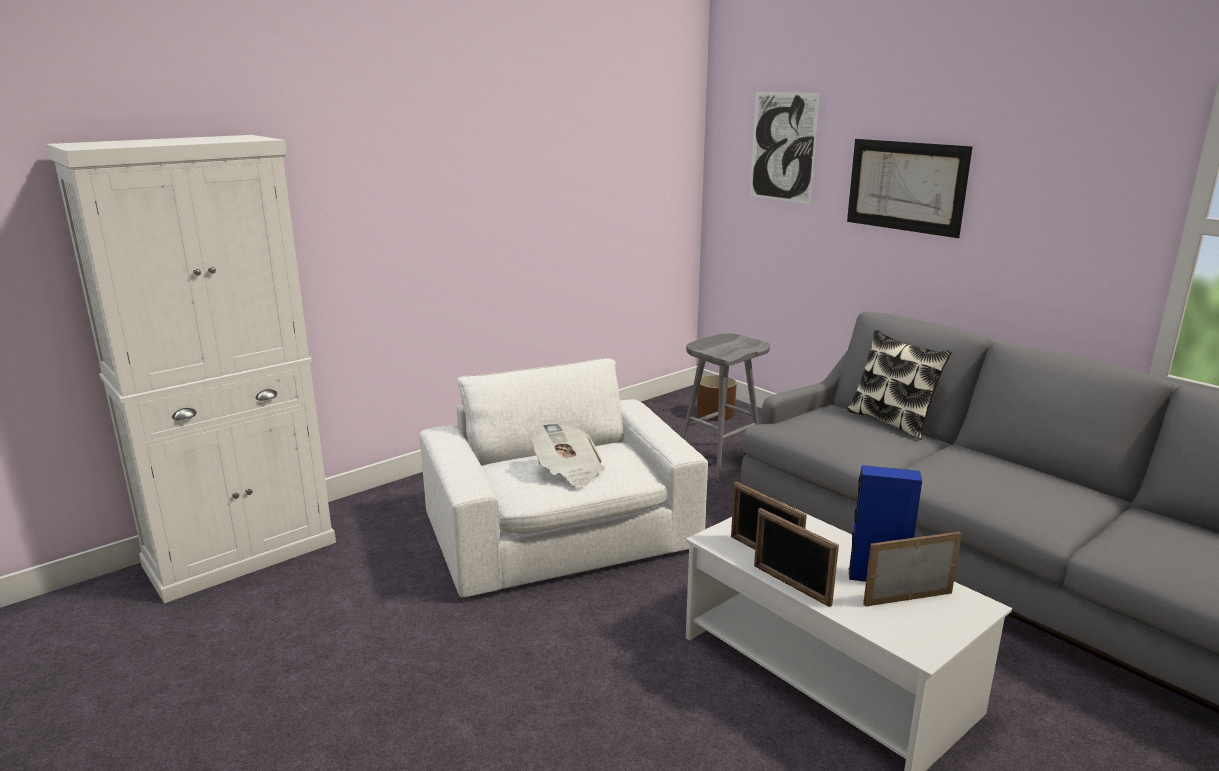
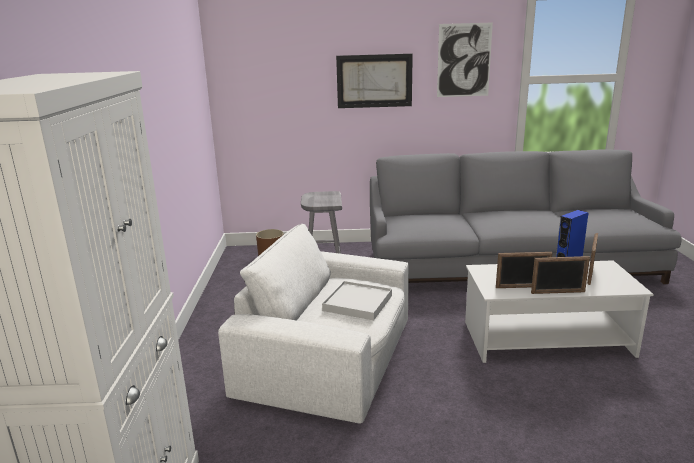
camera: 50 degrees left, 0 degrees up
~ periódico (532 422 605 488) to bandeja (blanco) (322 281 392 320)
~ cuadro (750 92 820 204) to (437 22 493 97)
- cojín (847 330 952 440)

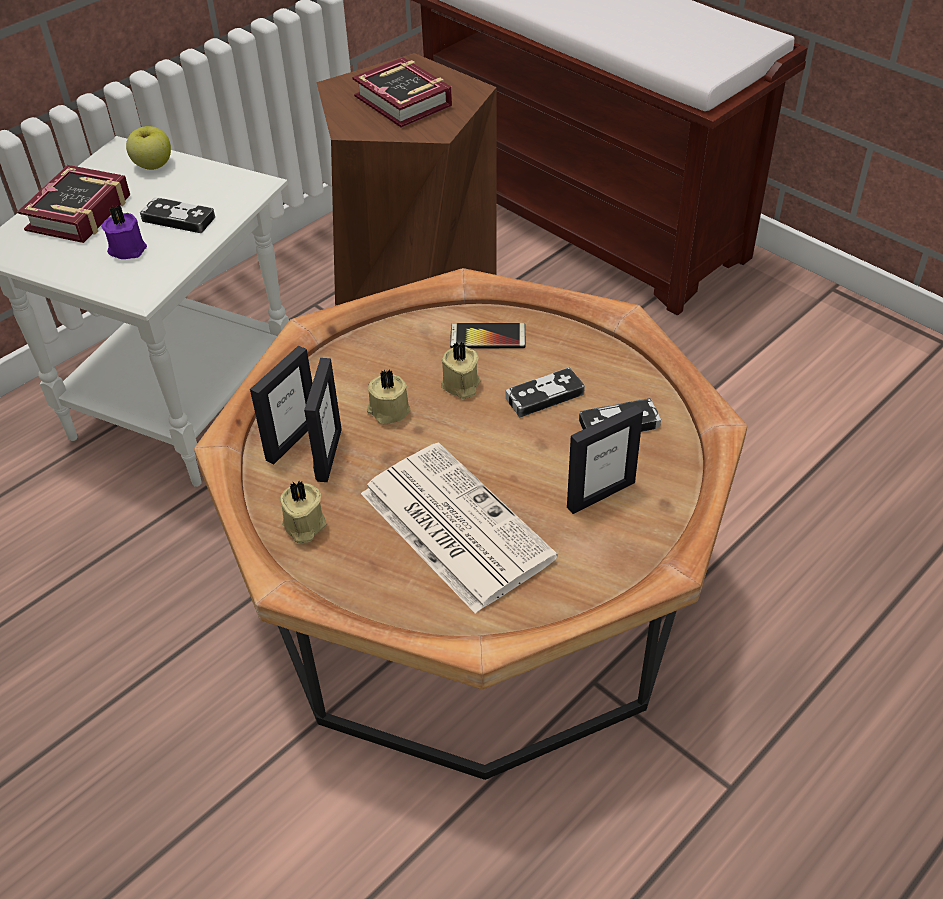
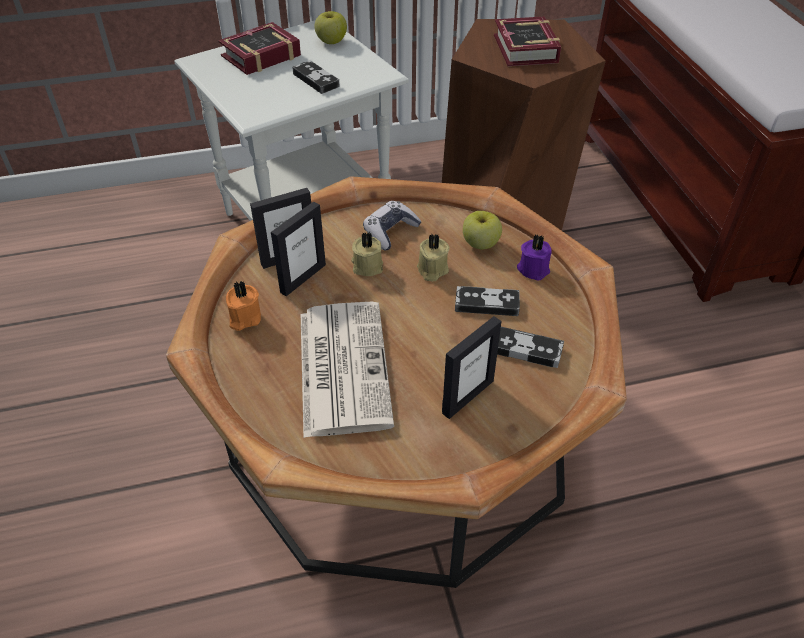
camera: 30 degrees right, 0 degrees up
~ vela (beis) (280 481 326 543) to vela (naranja) (226 281 261 331)
+ mando de consola (363 201 422 250)
~ portarretratos (567 405 643 514) = (442 316 502 419) 45 degrees counterclockwise
~ móvil (450 323 526 348) to manzana (463 211 502 249)
~ vela (morado) (101 205 147 259) to (517 234 552 281)

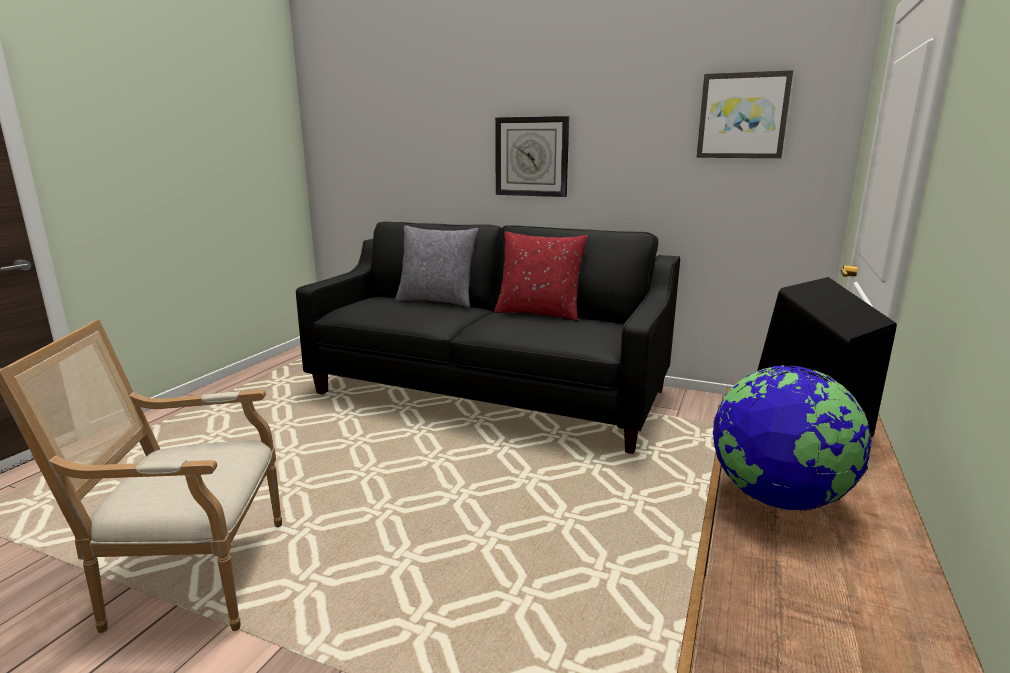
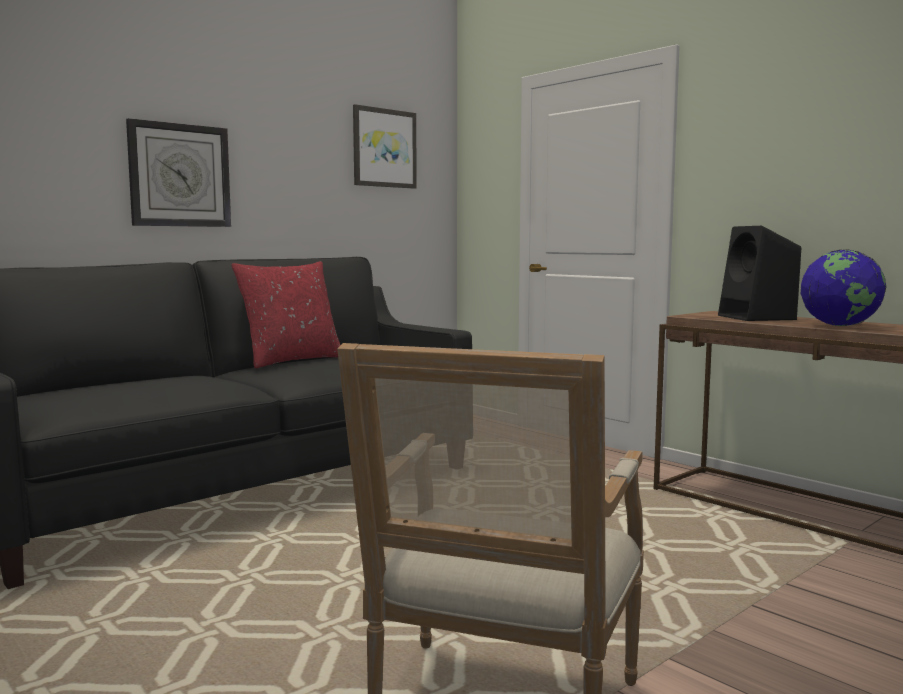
camera: 65 degrees left, 10 degrees down
- cojín (gris) (395 225 478 307)

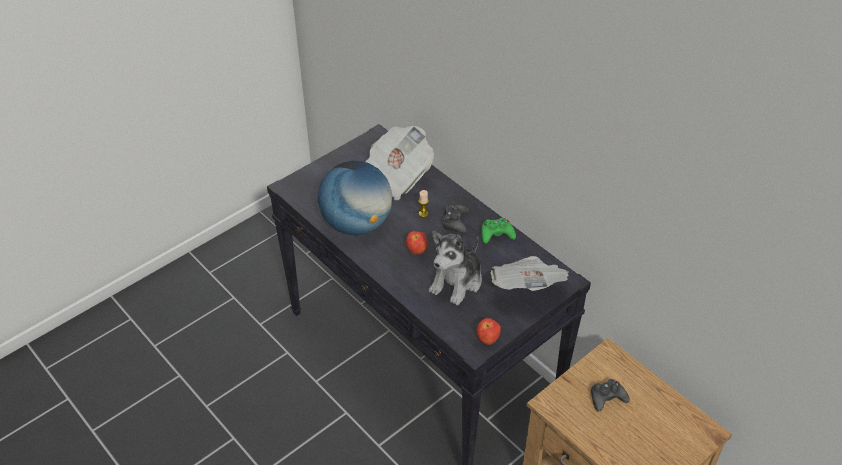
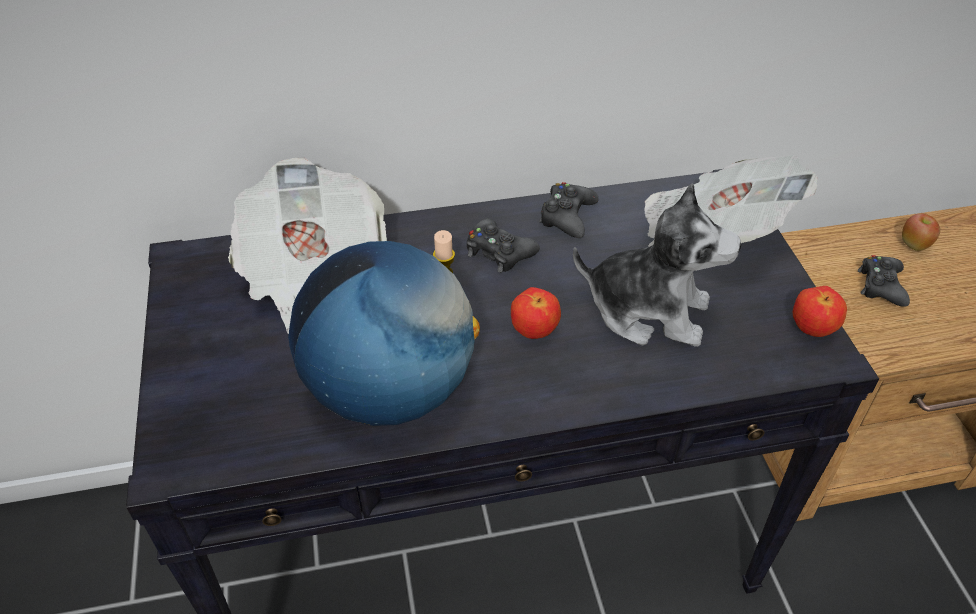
camera: 60 degrees left, 0 degrees up
~ mando de consola (verde) (481 218 516 244) to mando de consola (negro) (539 182 599 238)
~ peluche (429 231 482 305) = (573 183 741 347) 45 degrees counterclockwise
+ manzana (902 214 940 251)

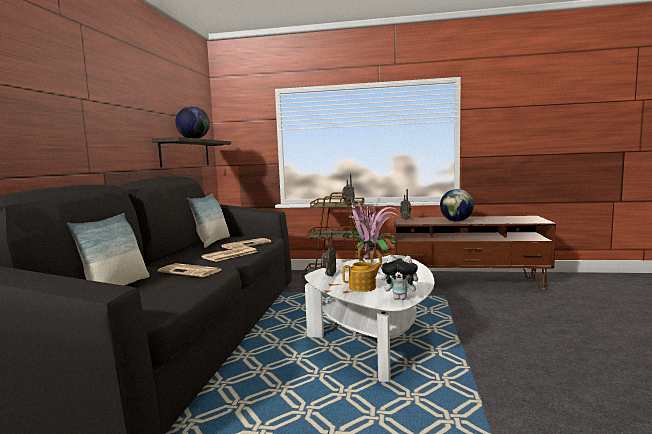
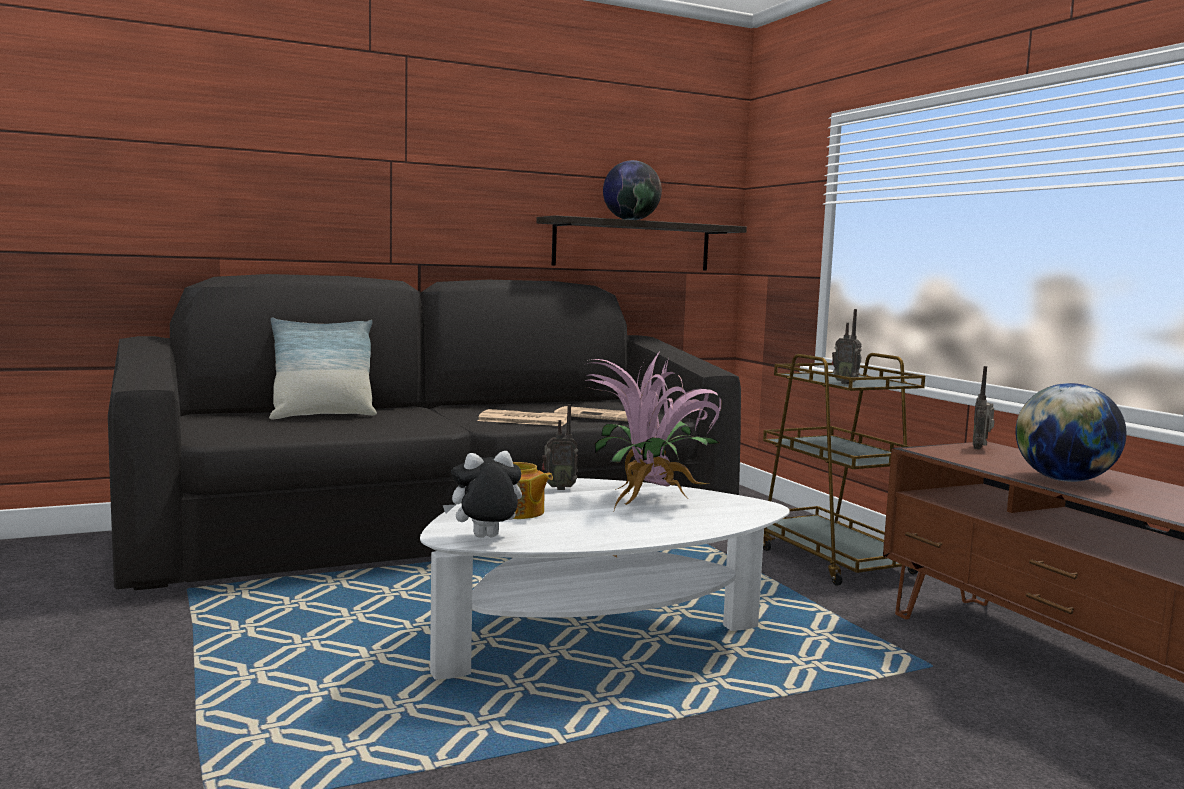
camera: 55 degrees right, 0 degrees up
~ peluche (382 255 423 300) = (443 451 522 538) 90 degrees clockwise
- periódico (158 263 221 277)
- cojín (187 194 230 248)

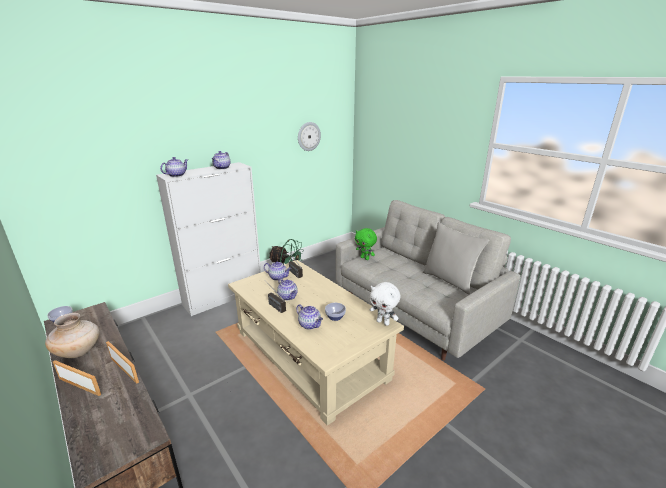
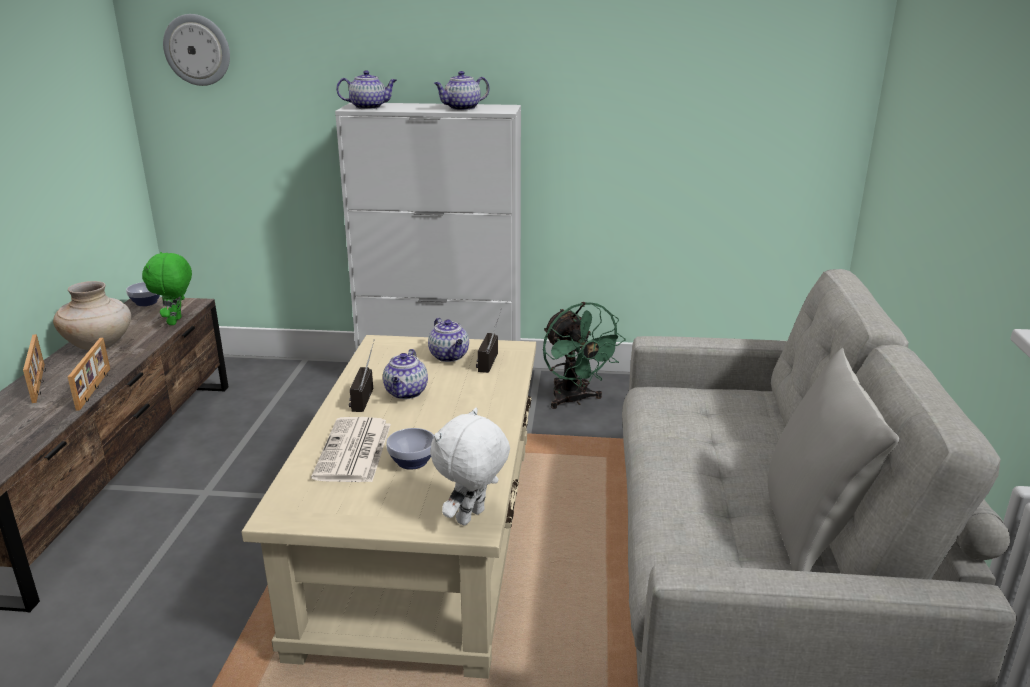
camera: 45 degrees right, 0 degrees up
~ peluche (verde) (355 228 377 260) to (142 252 192 325)
~ reloj de pared (298 122 321 151) to (163 14 230 86)
~ tetera (296 304 323 330) to periódico (311 417 391 482)
~ peluche (blanco) (370 282 400 326) = (430 408 510 526) 45 degrees clockwise

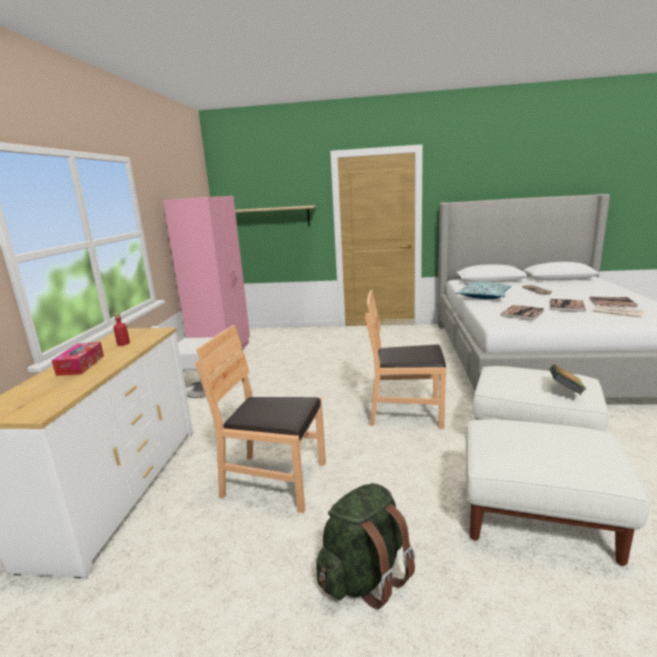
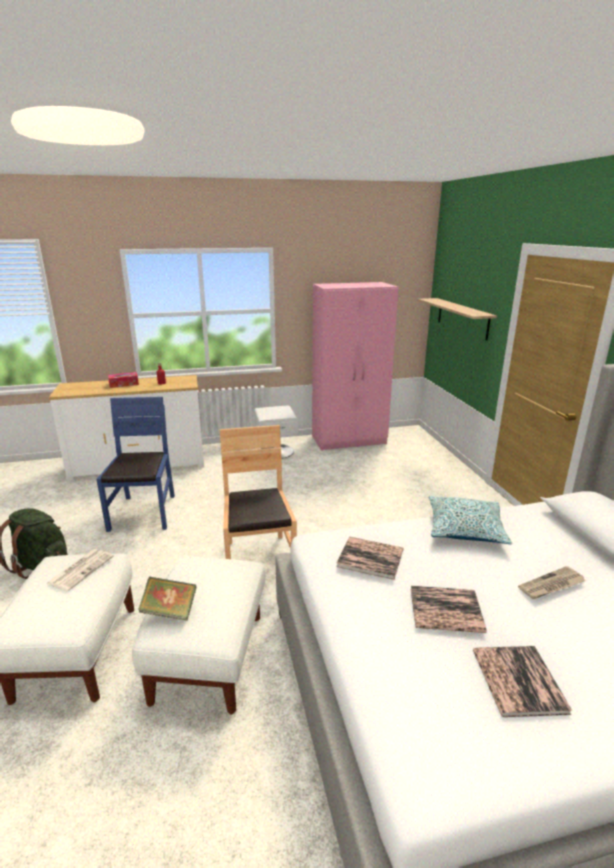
camera: 70 degrees right, 5 degrees up
~ periódico (592 305 645 318) to (46 549 114 591)
~ silla (marrón) (196 325 326 513) to silla (azul) (97 397 175 532)

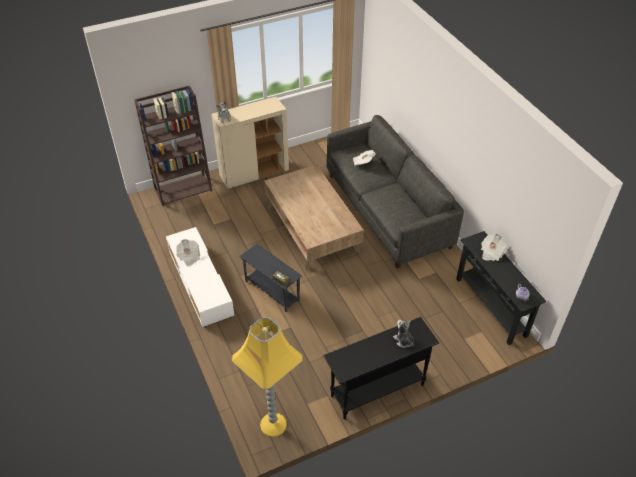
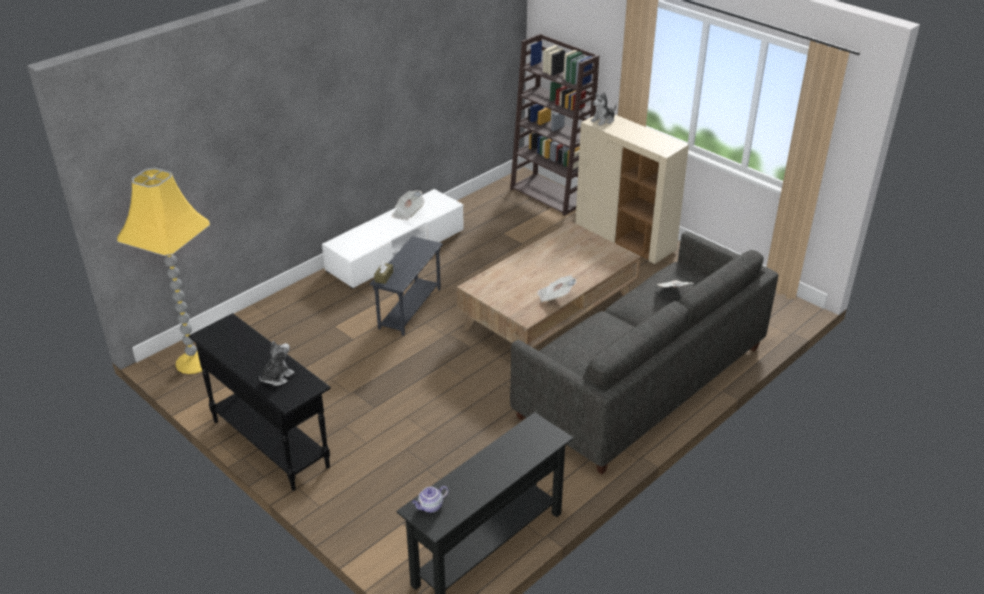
camera: 70 degrees right, 10 degrees down
~ periódico (481 234 507 261) to (537 275 577 302)

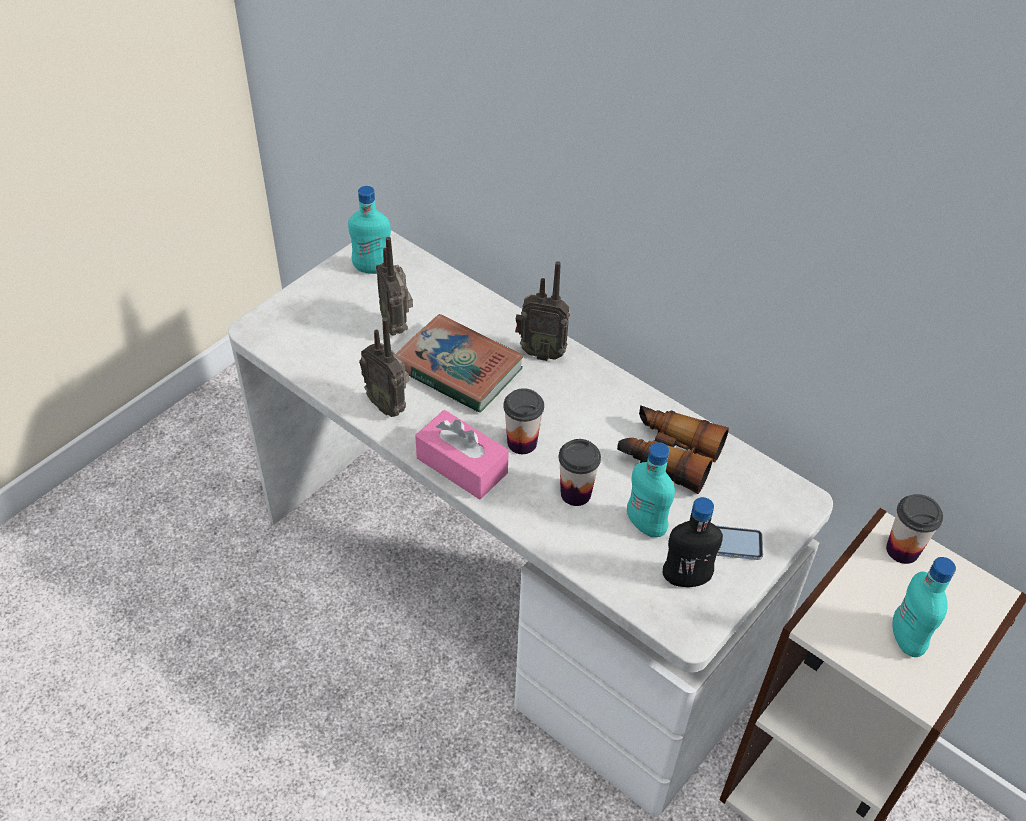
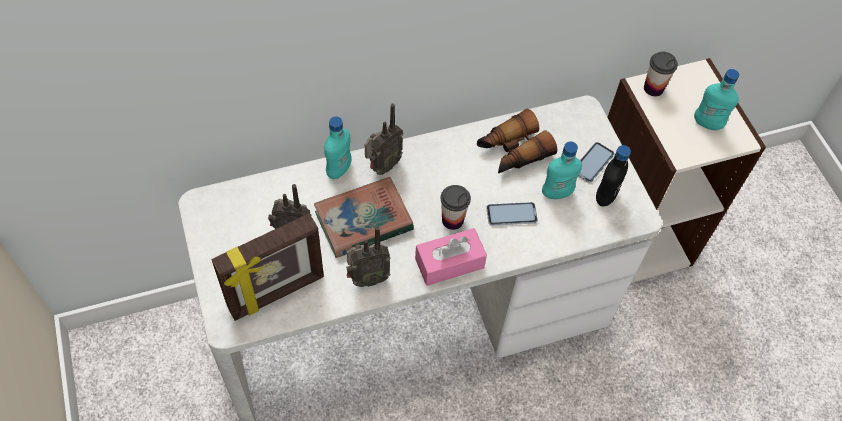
camera: 60 degrees left, 10 degrees up
+ portarretratos (211 214 324 321)
~ botella (turquesa) (348 186 391 274) to (324 116 352 179)
~ taza (558 439 601 506) to móvil (486 202 538 226)

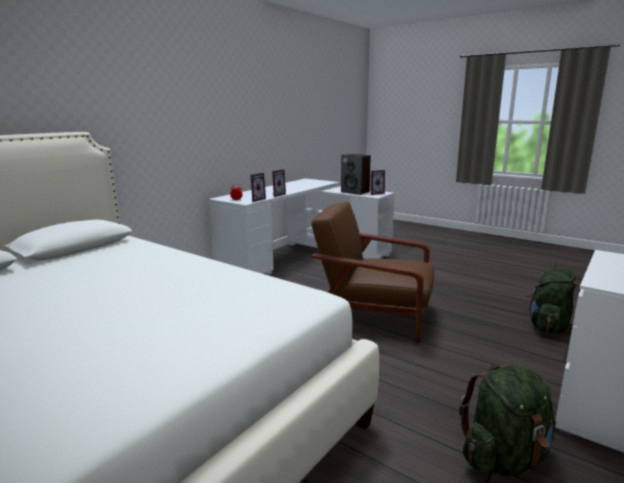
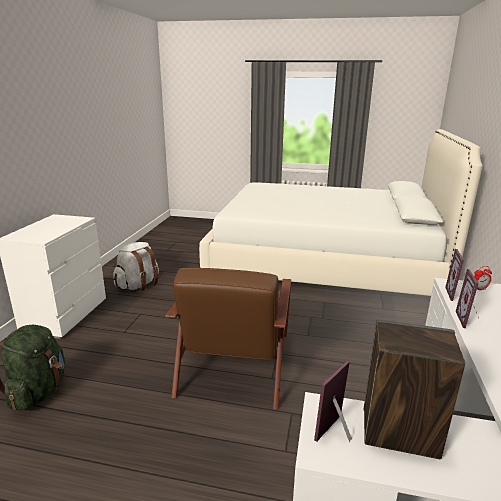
camera: 155 degrees right, 5 degrees up
~ mochila (verde) (459 365 556 476) to mochila (blanco) (113 242 159 292)
~ sillón (marrón) (311 202 434 343) = (165 268 291 410) 105 degrees clockwise

